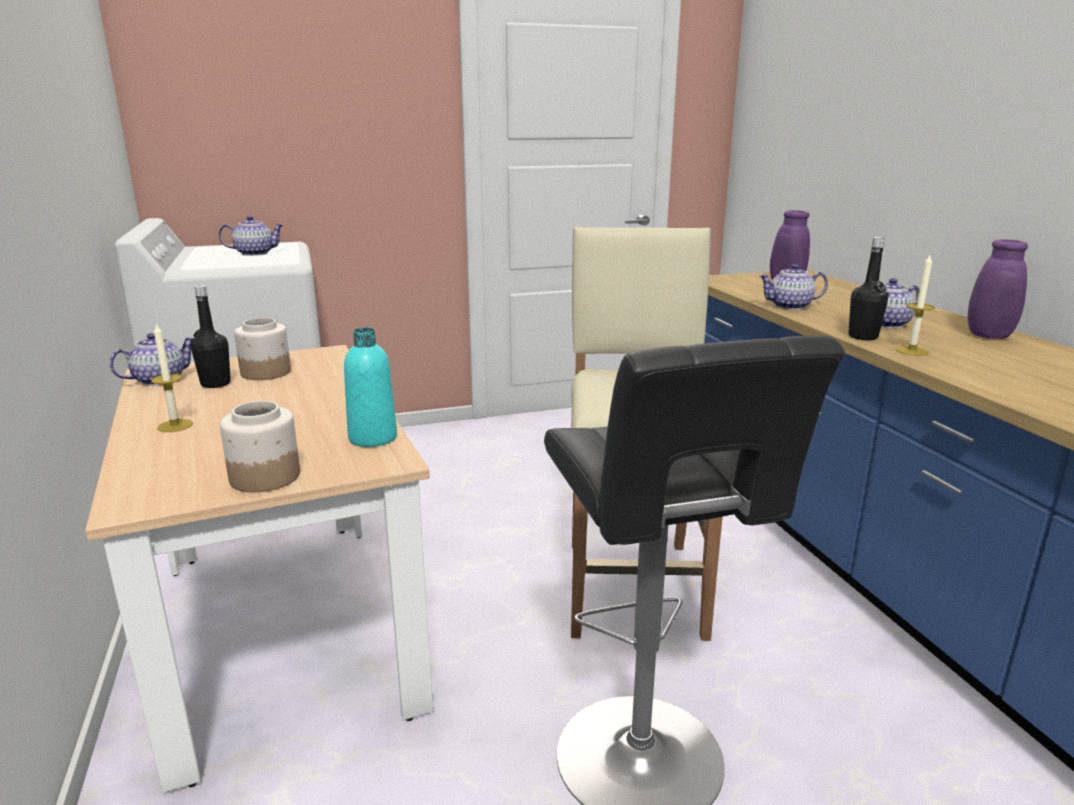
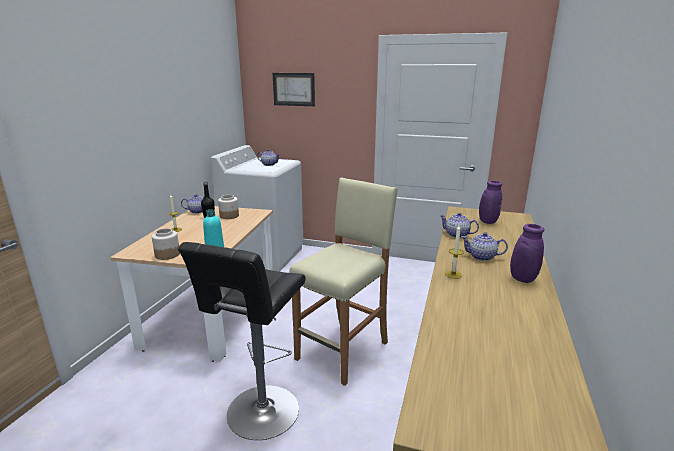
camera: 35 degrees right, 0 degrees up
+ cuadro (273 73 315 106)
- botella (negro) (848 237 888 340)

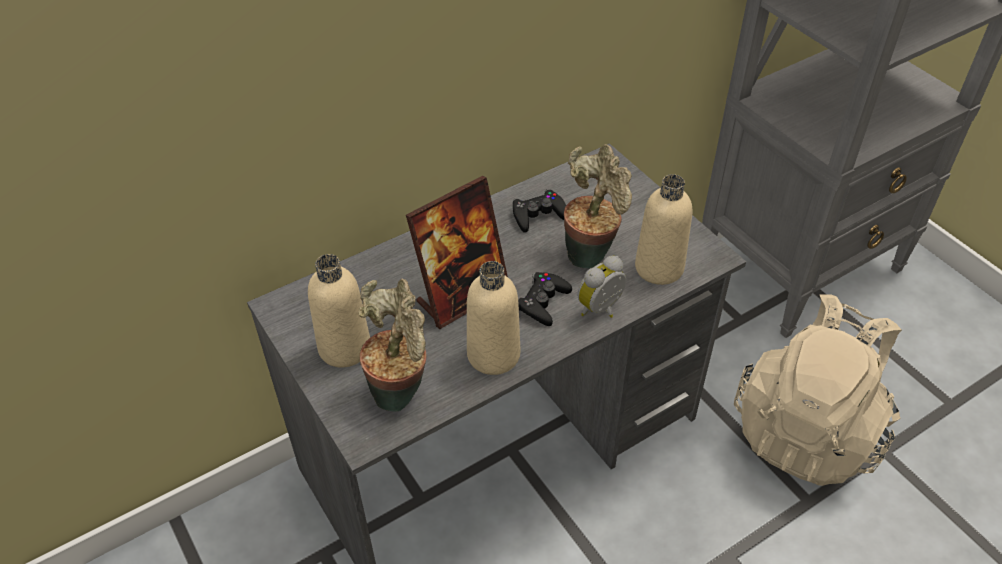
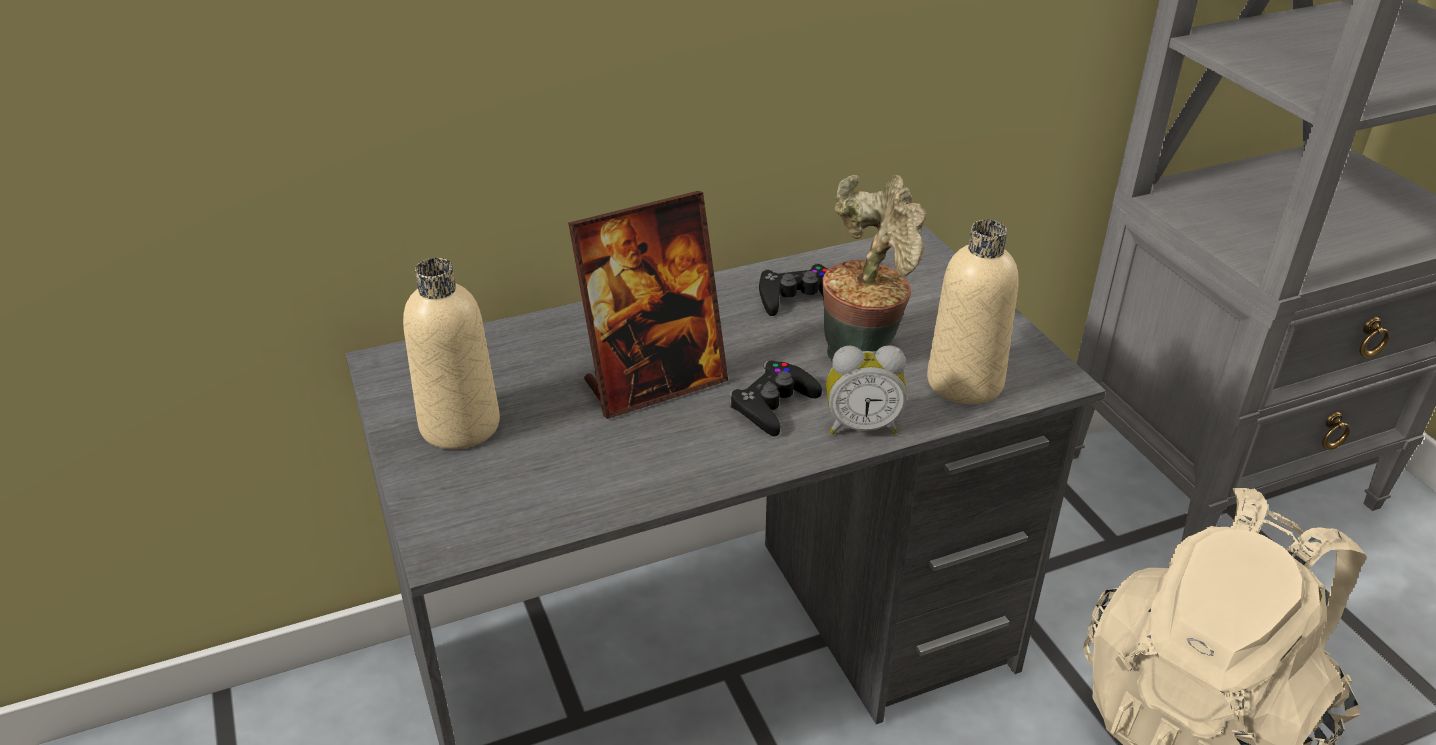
camera: 10 degrees right, 10 degrees down
~ despertador (577 256 626 318) = (826 345 907 434) 150 degrees counterclockwise
- planta en maceta (358 278 426 412)
- botella (beis) (467 261 520 375)

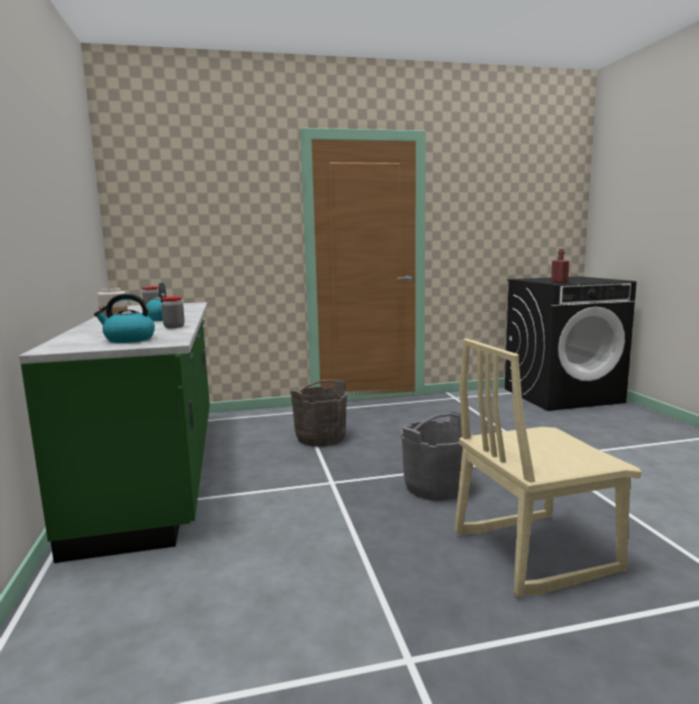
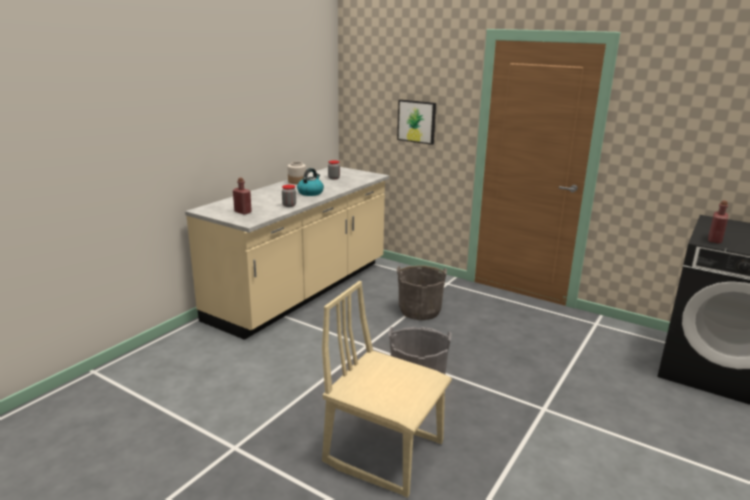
camera: 45 degrees right, 10 degrees up
~ mueble bajo de cocina (verde) (19 302 210 563) to mueble bajo de cocina (beis) (185 167 389 340)
~ hervidor (94 293 155 343) to botella (rojo) (233 178 252 215)
+ cuadro (397 99 436 145)

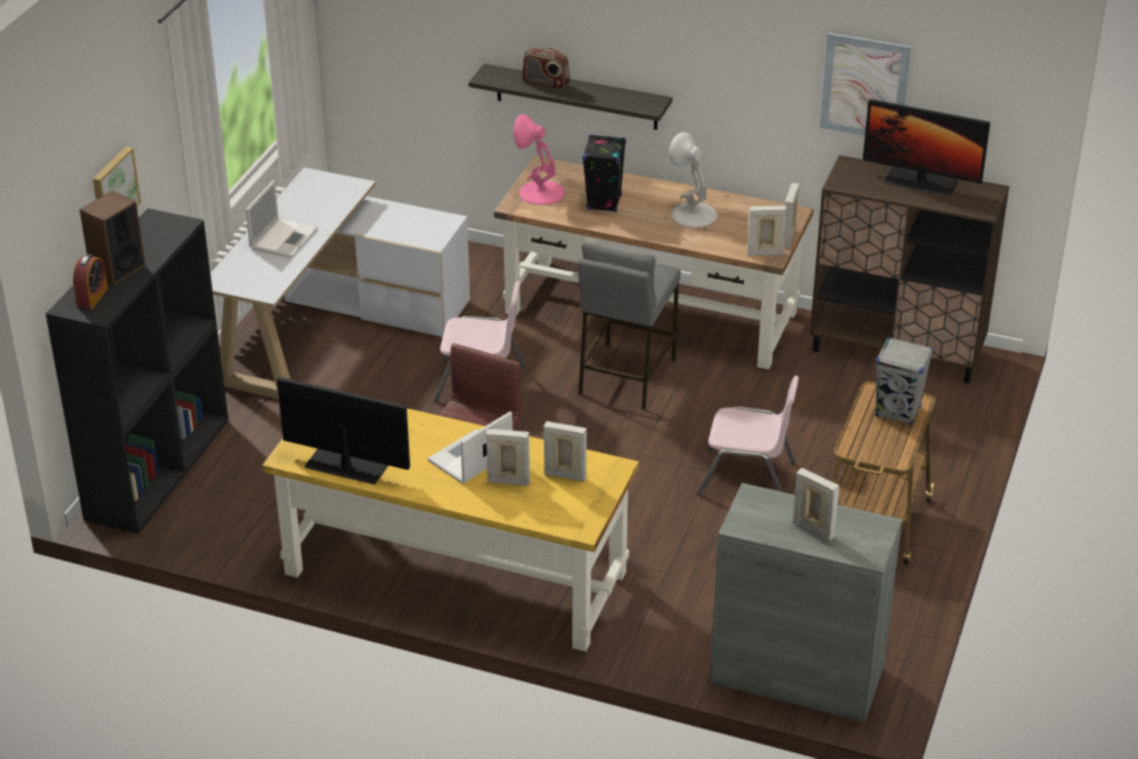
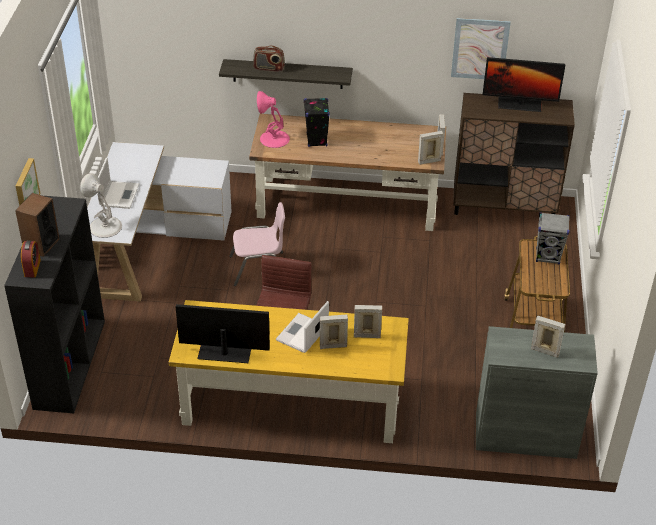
camera: 15 degrees left, 5 degrees up
~ lámpara de mesa (blanco) (669 132 718 228) to (80 173 122 238)
- taburete (gris) (578 243 681 410)
- silla (rosa) (697 376 799 495)

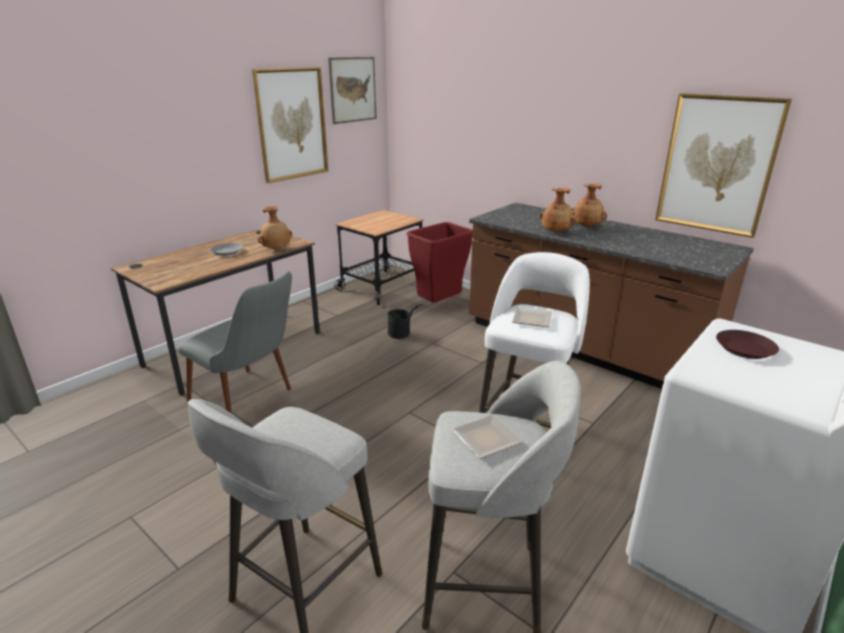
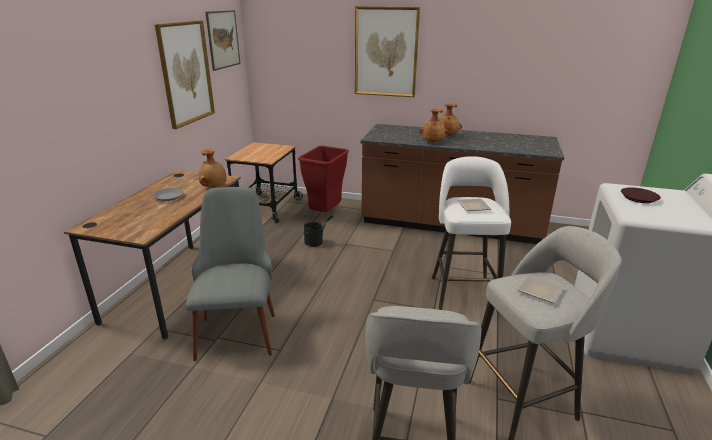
camera: 25 degrees left, 0 degrees up
~ silla (gris) (178 271 292 413) = (186 187 275 361) 105 degrees counterclockwise
~ cuadro (655 93 792 238) to (355 6 420 97)

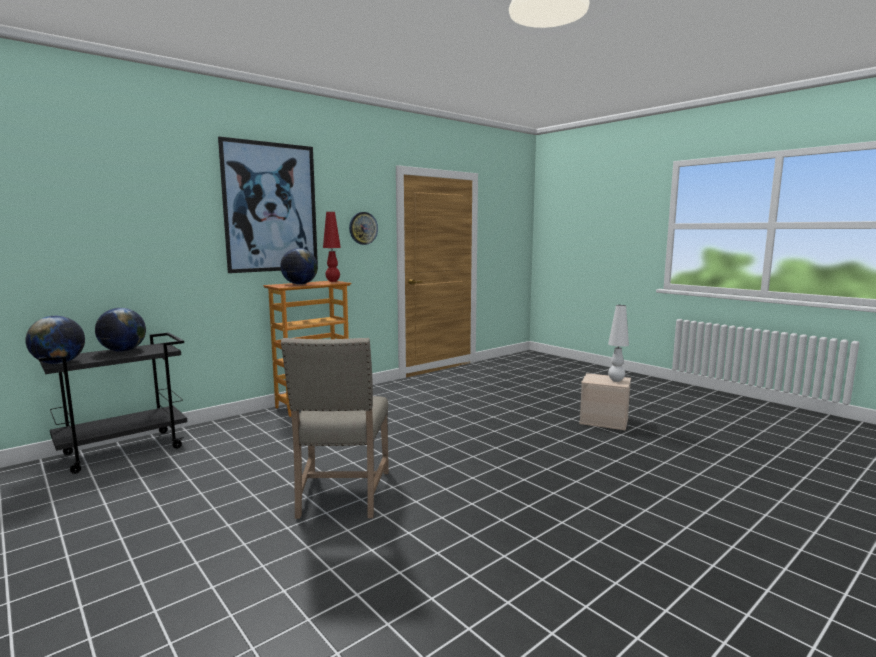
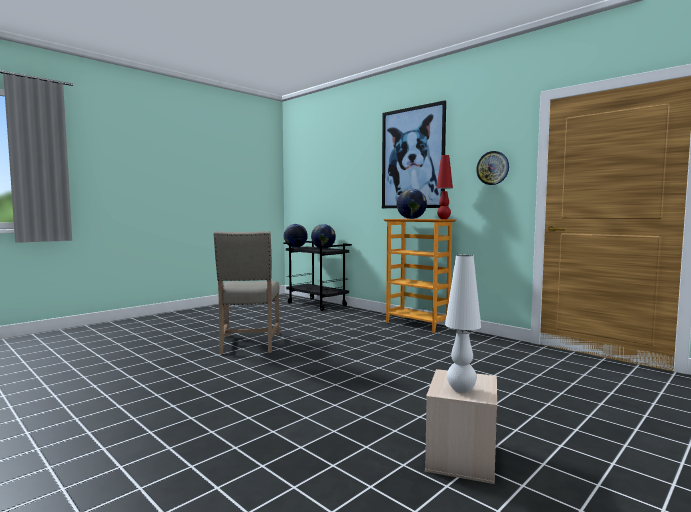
camera: 85 degrees right, 5 degrees down
~ silla (beis) (281 338 389 519) = (214 231 280 354) 90 degrees counterclockwise

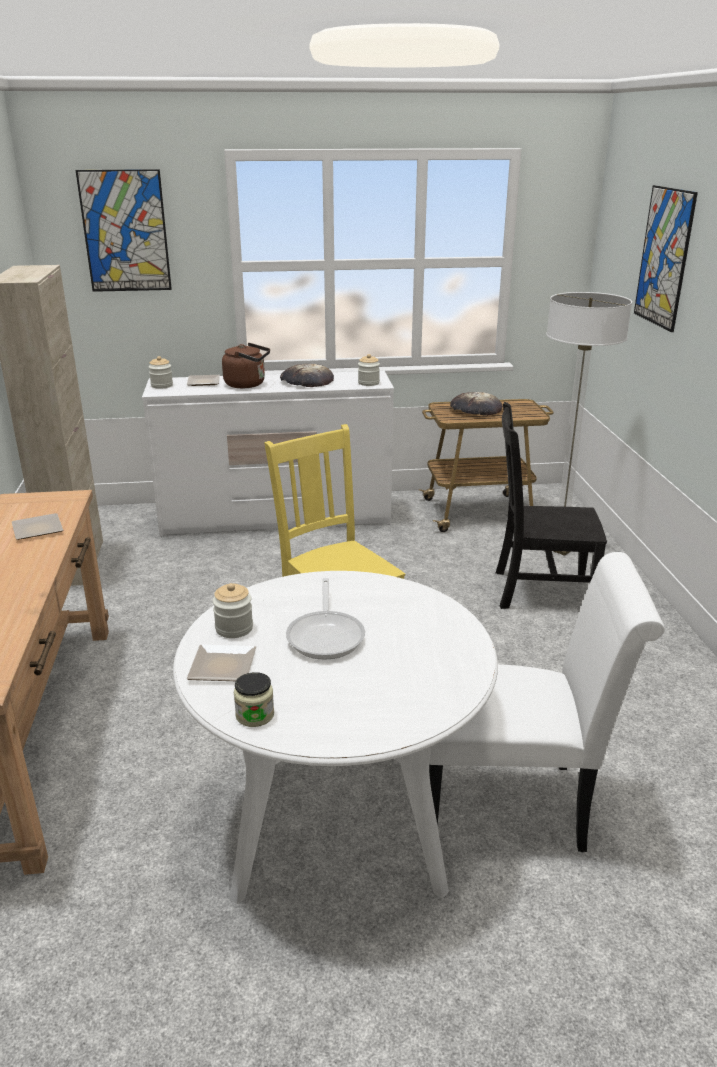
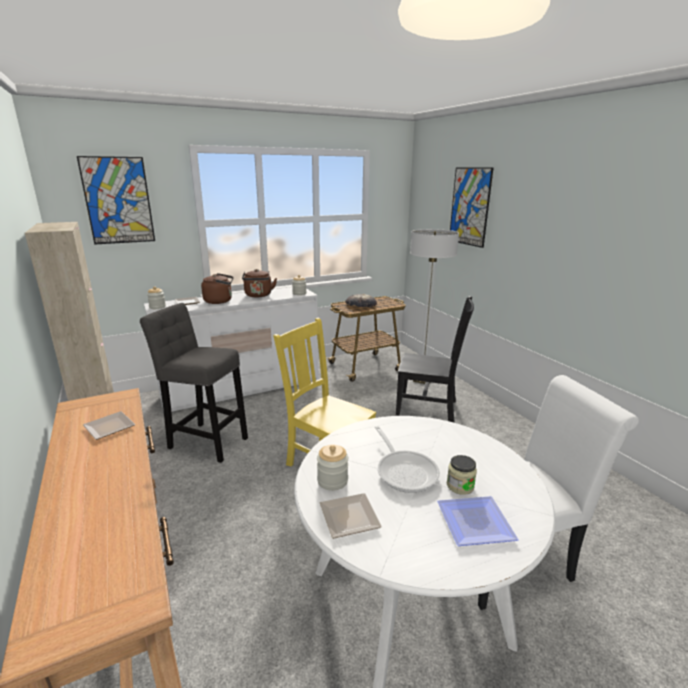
camera: 20 degrees left, 5 degrees down
+ taburete (gris) (140 303 248 463)
~ pan (280 364 334 387) to hervidor (marrón) (242 269 277 297)
~ silla (negro) (496 402 607 609) = (396 296 474 423) 150 degrees counterclockwise
+ plato (437 496 519 546)
~ tarro (234 672 274 727) to (447 455 477 495)

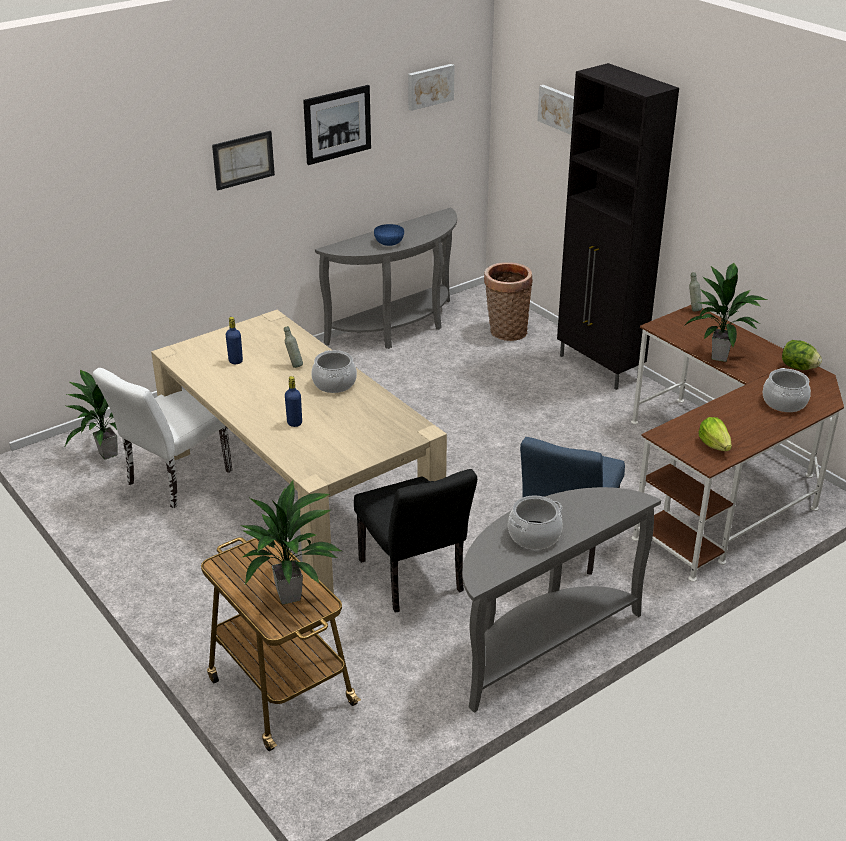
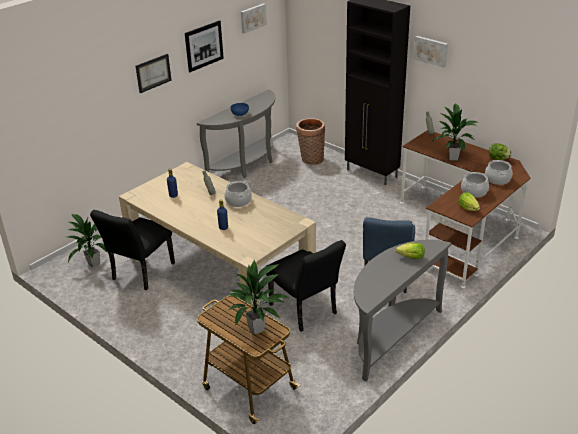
camera: 10 degrees left, 0 degrees up
~ silla (blanco) (93 368 232 508) to silla (negro) (90 210 175 290)
+ lechuga (396 243 425 259)
~ cuadro (538 85 574 135) to (414 36 448 68)
~ olla (508 496 563 550) to (461 172 489 197)

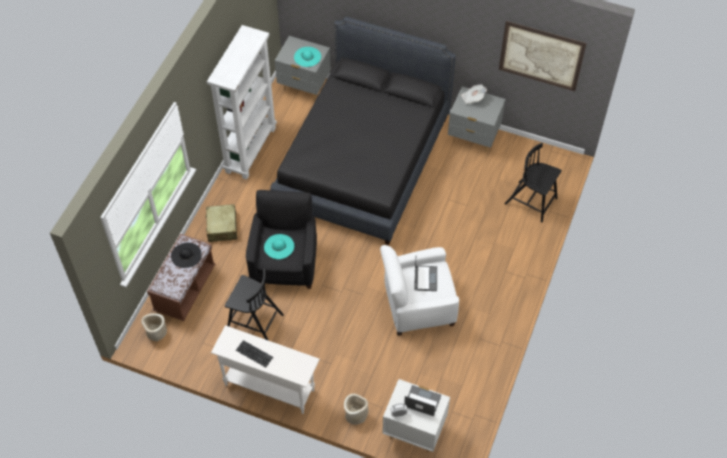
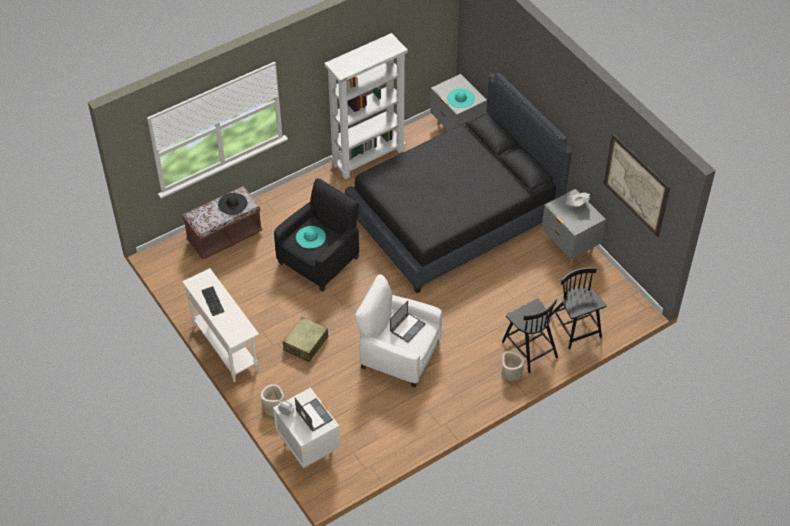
camera: 35 degrees right, 5 degrees down
~ maleta (beis) (206 204 237 242) to (283 317 328 362)
~ maceta (beis) (141 313 167 341) to (501 351 524 381)
~ silla (negro) (225 268 284 341) to (502 298 558 373)

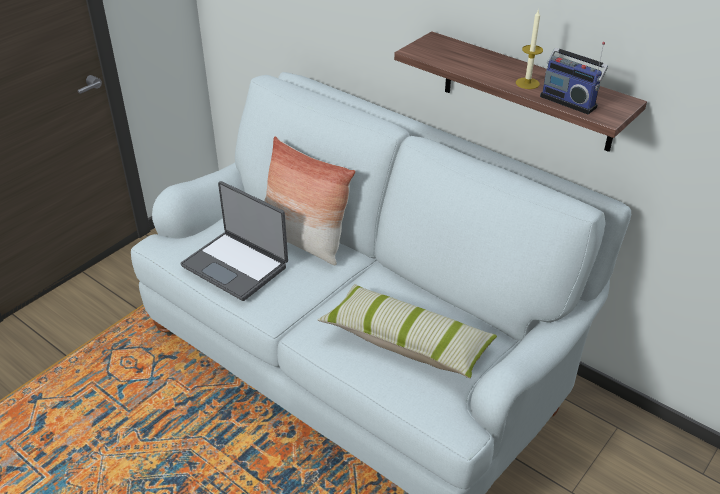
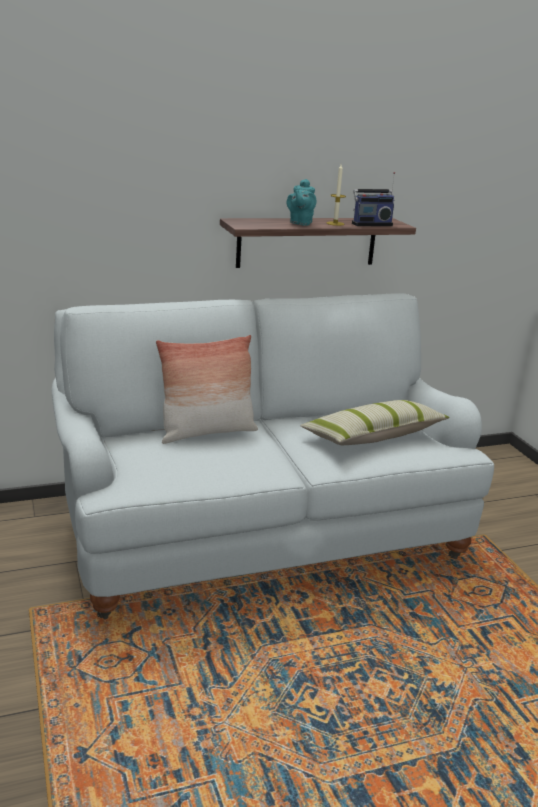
camera: 60 degrees left, 15 degrees down
+ tetera (turquesa) (287 179 316 226)
- portátil (180 181 288 301)

